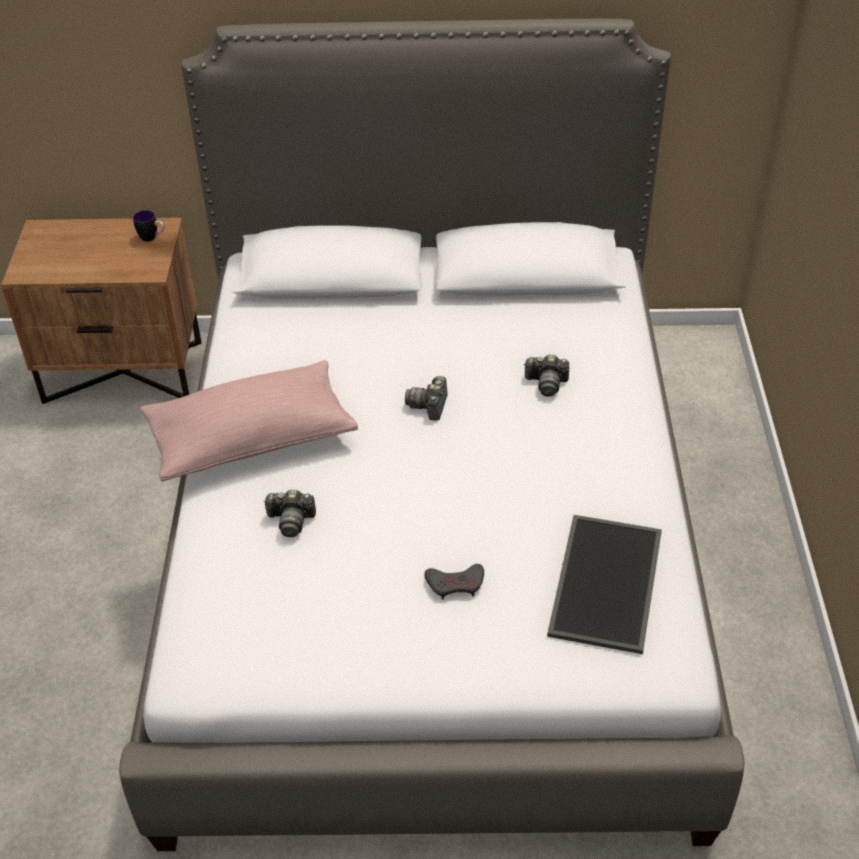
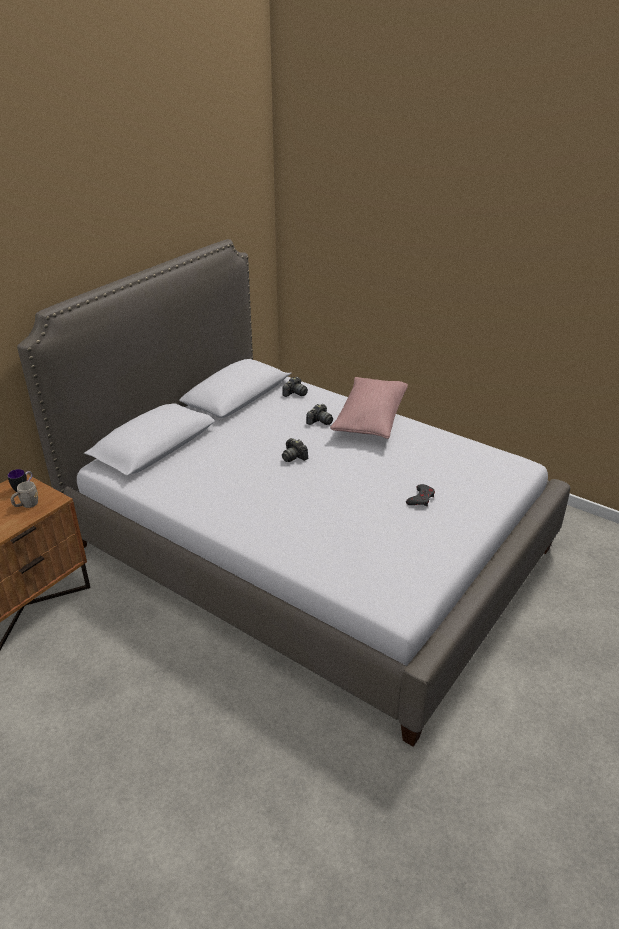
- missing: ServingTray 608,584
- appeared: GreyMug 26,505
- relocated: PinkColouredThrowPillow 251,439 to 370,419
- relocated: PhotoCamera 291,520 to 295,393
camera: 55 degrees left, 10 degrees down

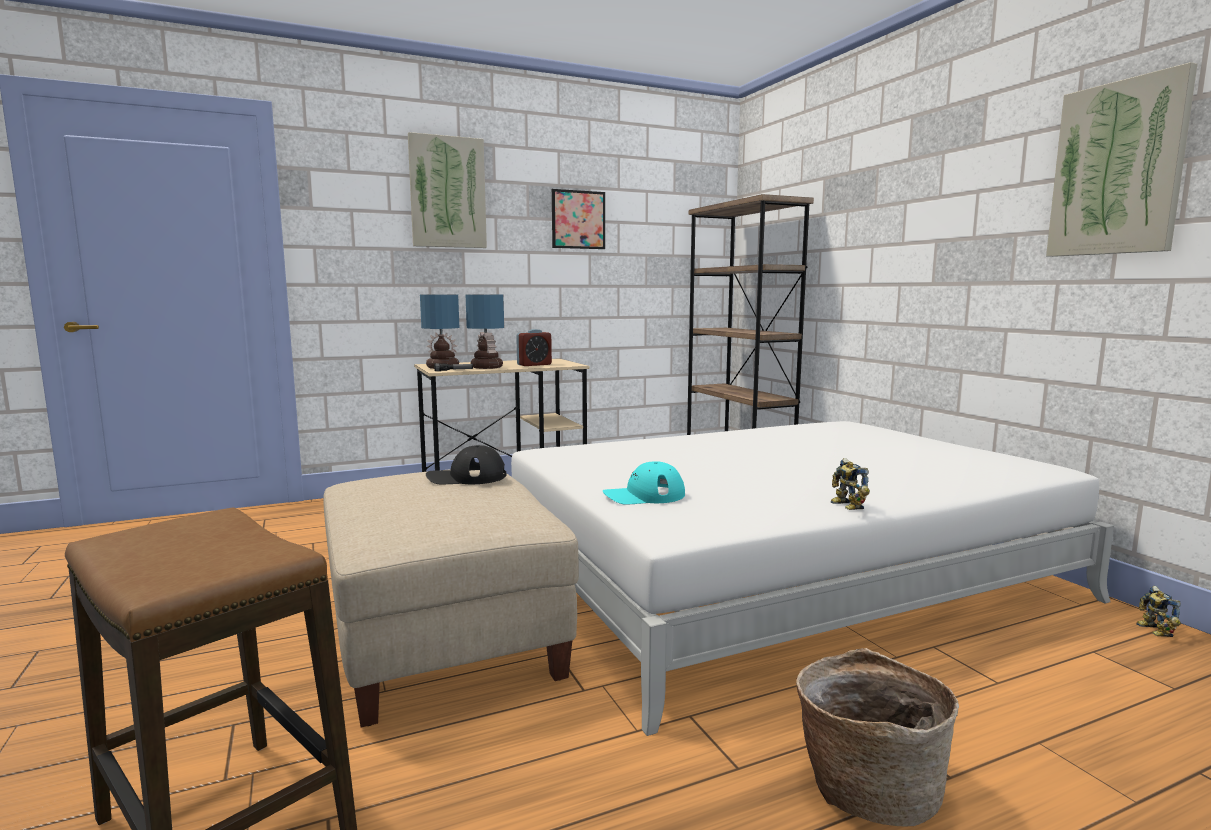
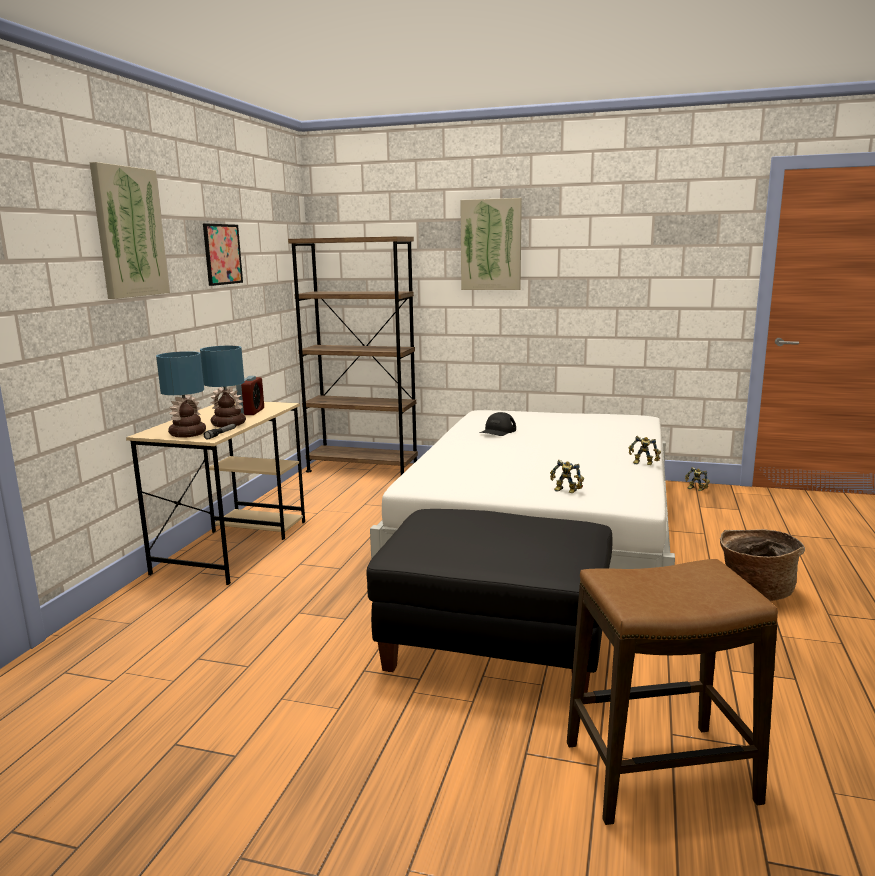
- relocated: BlackPeakedCap 466,477 to 497,431
- relocated: Picture 1117,169 to 491,245
- exchanged: TurquoiseColouredPeakedCap 644,495 to RobotFigure 565,491
- colour: BeigeOttoman 443,641 to BlackOttoman 495,647
camera: 50 degrees left, 5 degrees up

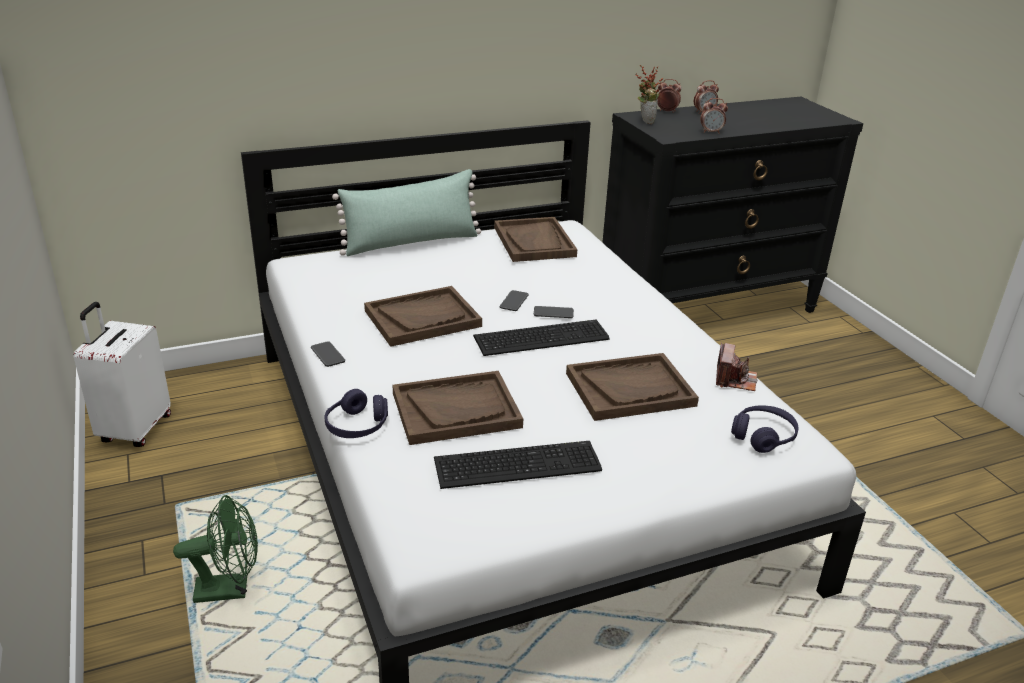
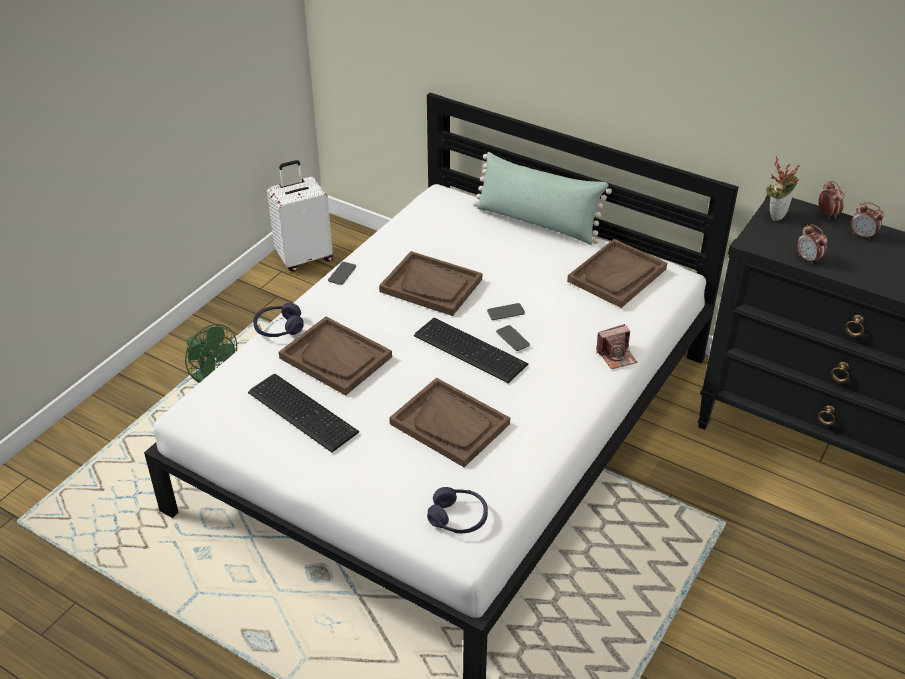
- relocated: PhotoCamera 735,380 to 616,356
camera: 55 degrees right, 10 degrees up

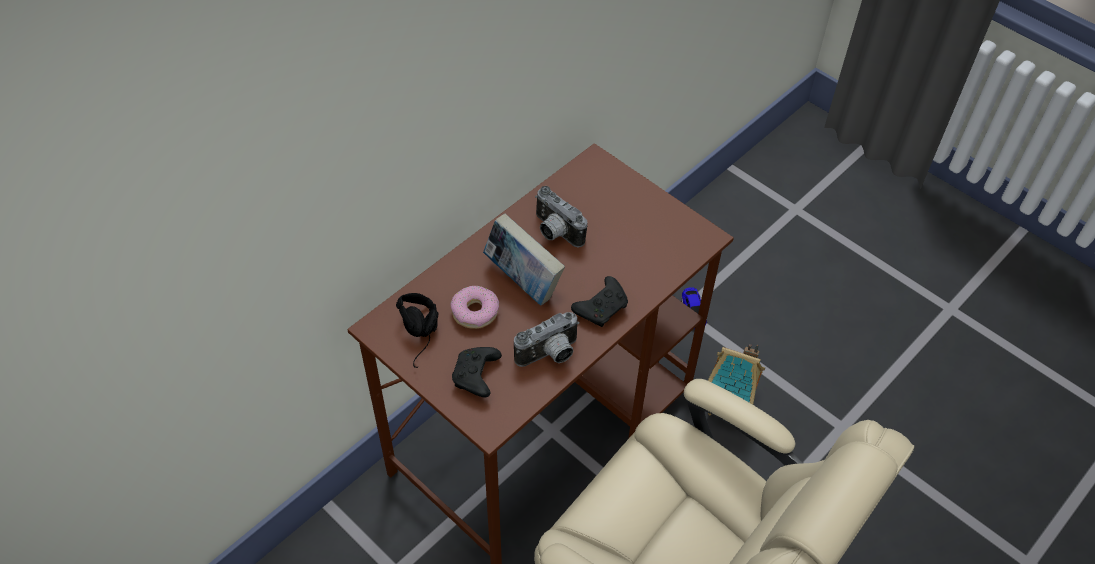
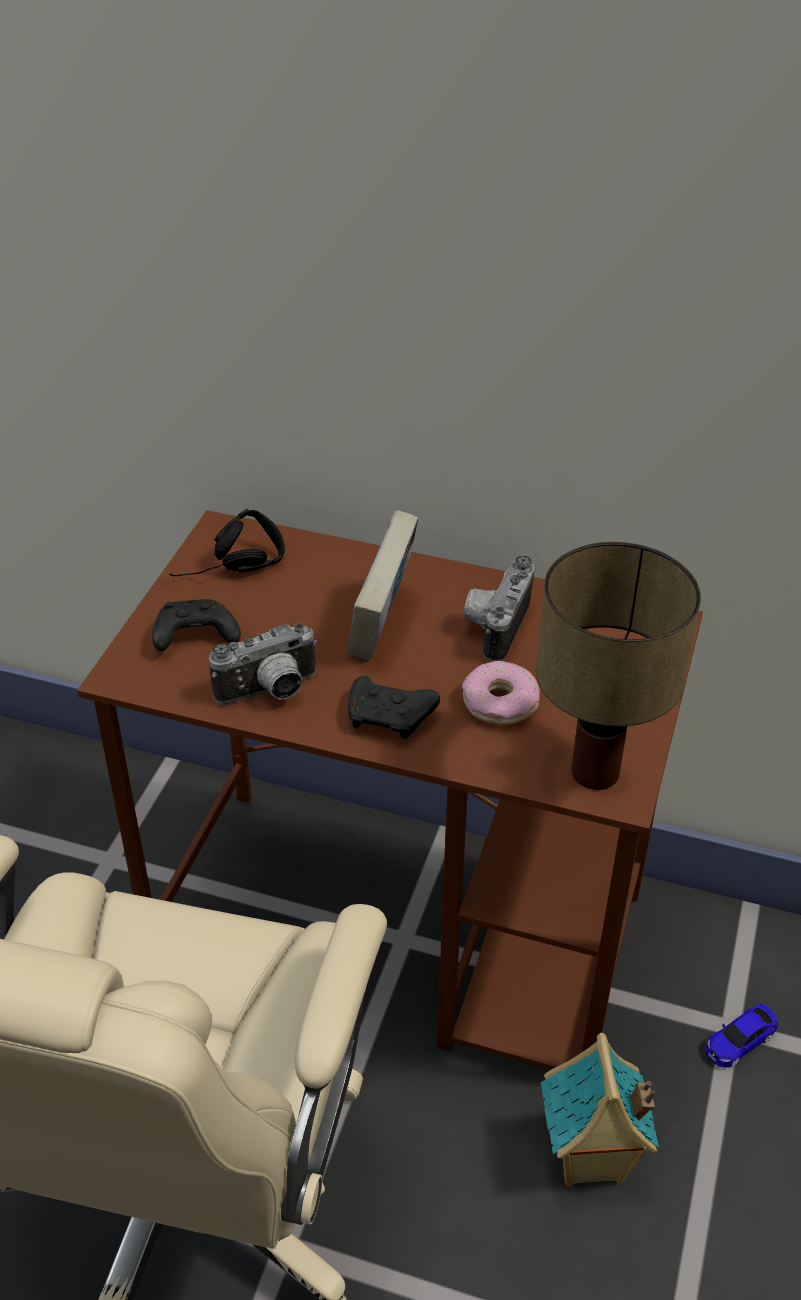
- appeared: LampForATable 597,773
- relocated: Donut 475,311 to 500,702
- spun: PhotoCamera 550,355 = 270,693 60 degrees counterclockwise
camera: 65 degrees right, 10 degrees down

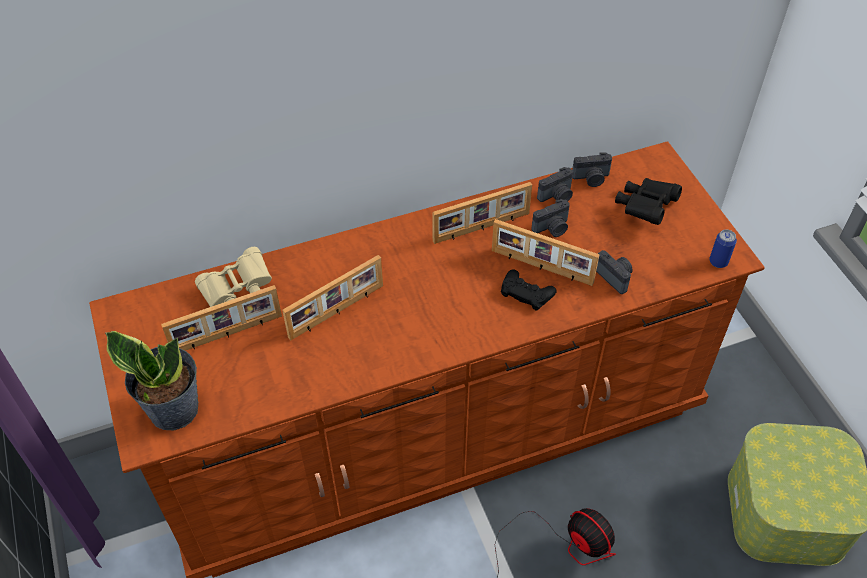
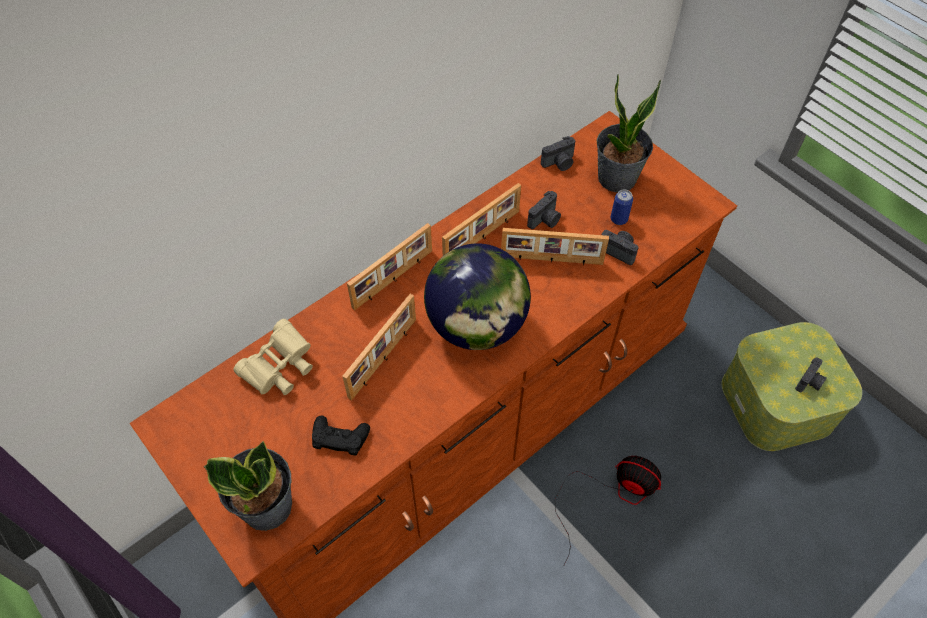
- appeared: Globe 476,326
- relocated: PhotoFrame 228,335 to 393,279
- relocated: BlackGameController 526,293 to 340,437
- relocated: PhotoCamera 557,196 to 810,382
- relocated: MetalCan 718,262 to 619,219
- exchanged: BlackFieldGlasses 645,208 to PlantInAPot 617,178
camera: 20 degrees left, 5 degrees up

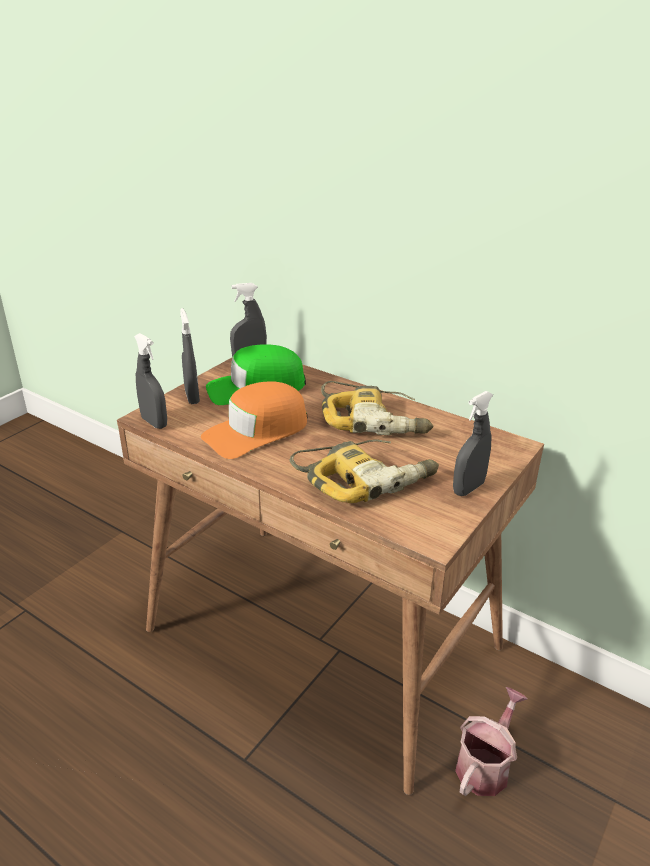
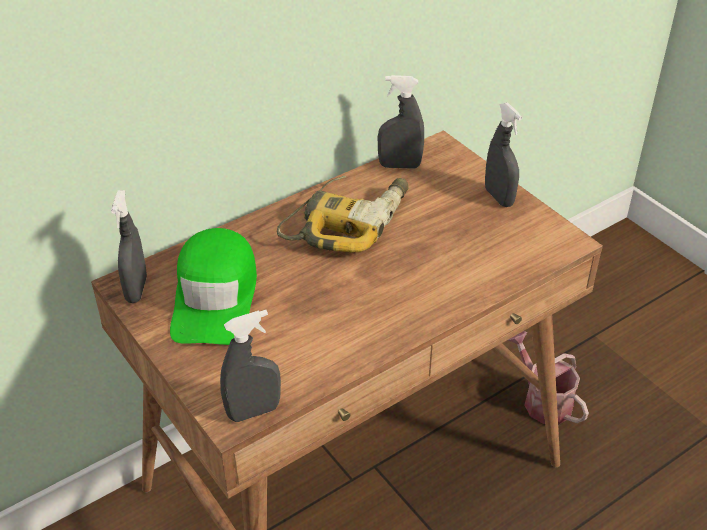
- missing: OrangePeakedCap 257,431
- missing: ElectricDrill 365,478
- relocated: GreyHandSprayer 192,397 to 399,165
camera: 70 degrees left, 10 degrees up

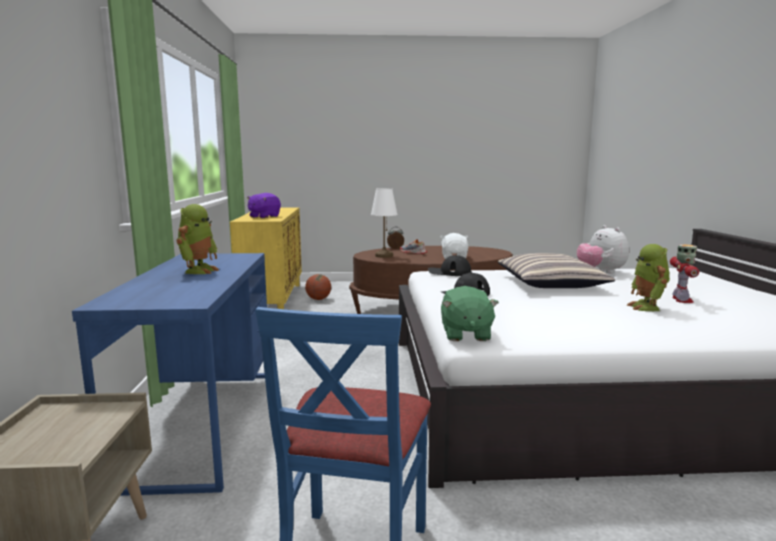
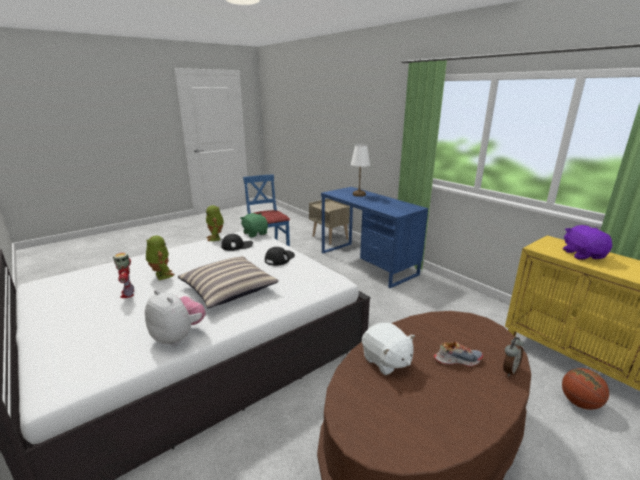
- relocated: RobotFigure 199,271 to 216,238
- relocated: WhiteLampForATable 384,256 to 359,194
- relocated: BlackPeakedCap 449,272 to 237,245
camera: 145 degrees right, 10 degrees up

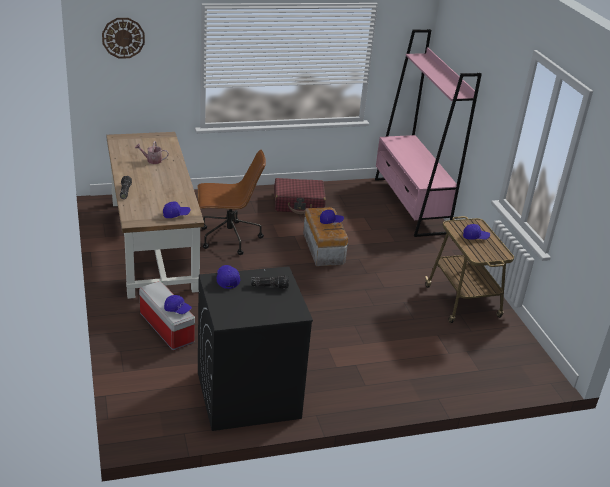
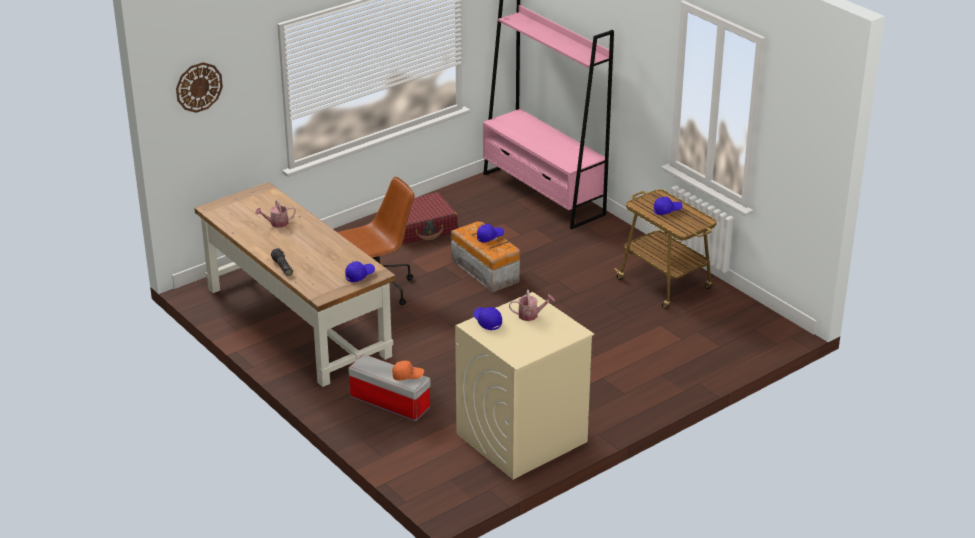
- exchanged: HandTorch 270,286 to WateringCan 531,315
- colour: BlueColouredPeakedCap 177,309 to OrangePeakedCap 408,376
- colour: BlackWashingMachine 247,395 to BeigeWashingMachine 521,438
camera: 20 degrees left, 0 degrees up

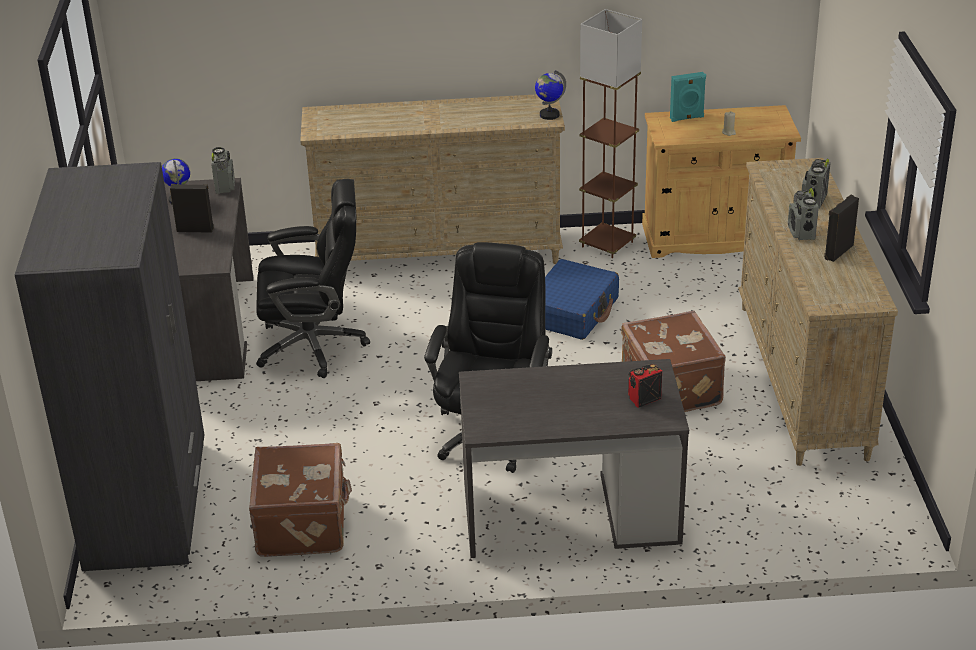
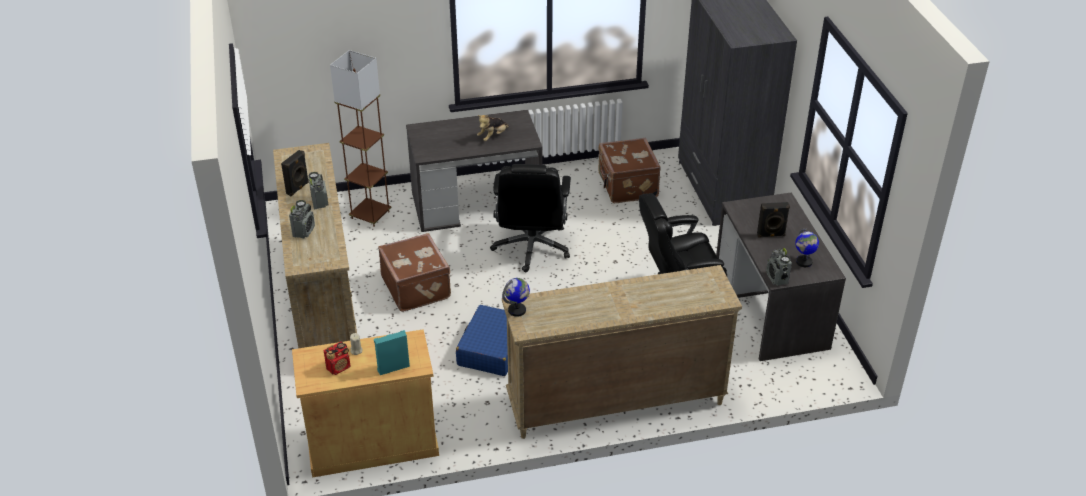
- appeared: PlushToy 493,136
- relocated: BrownFloorLamp 607,244 to 370,215
- relocated: Radio 643,399 to 339,367
camera: 170 degrees right, 5 degrees up

